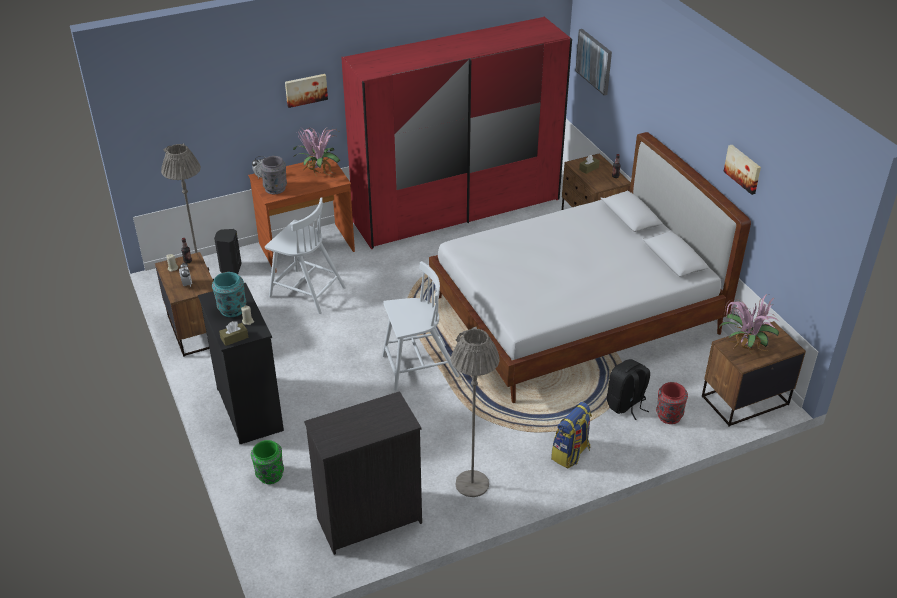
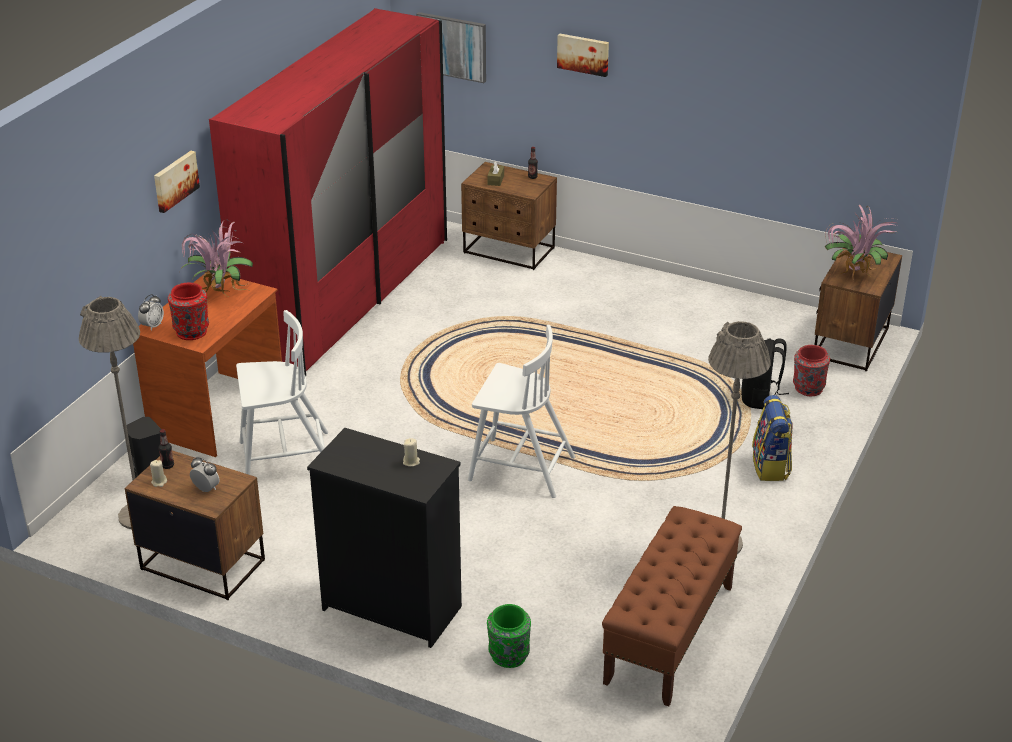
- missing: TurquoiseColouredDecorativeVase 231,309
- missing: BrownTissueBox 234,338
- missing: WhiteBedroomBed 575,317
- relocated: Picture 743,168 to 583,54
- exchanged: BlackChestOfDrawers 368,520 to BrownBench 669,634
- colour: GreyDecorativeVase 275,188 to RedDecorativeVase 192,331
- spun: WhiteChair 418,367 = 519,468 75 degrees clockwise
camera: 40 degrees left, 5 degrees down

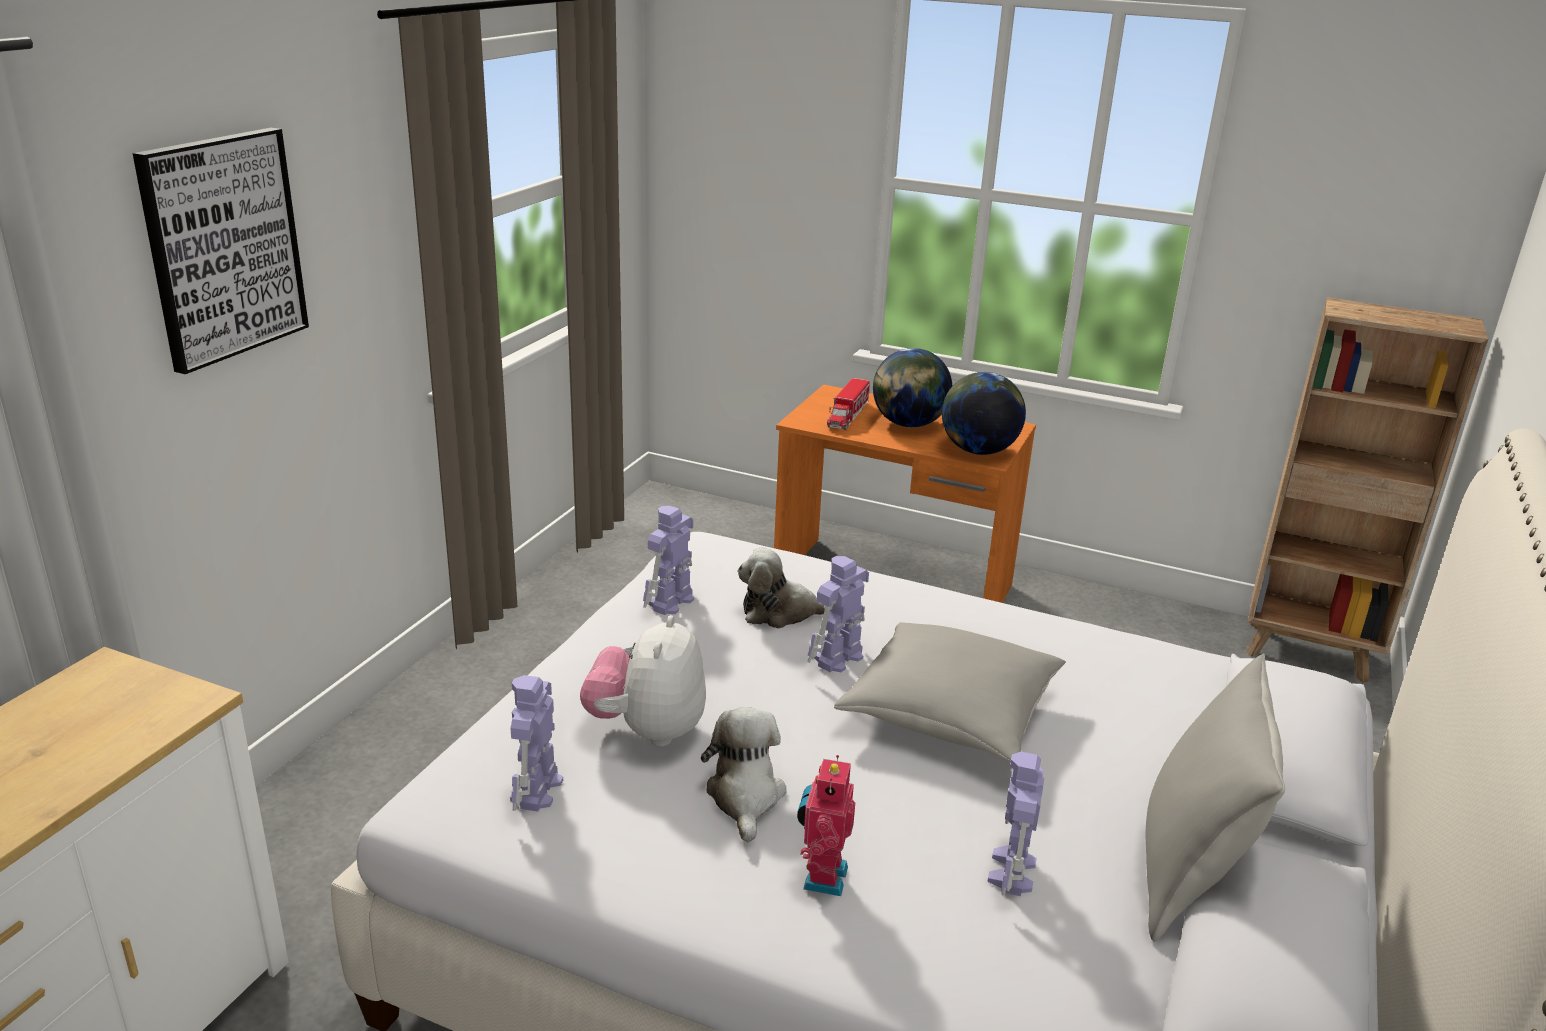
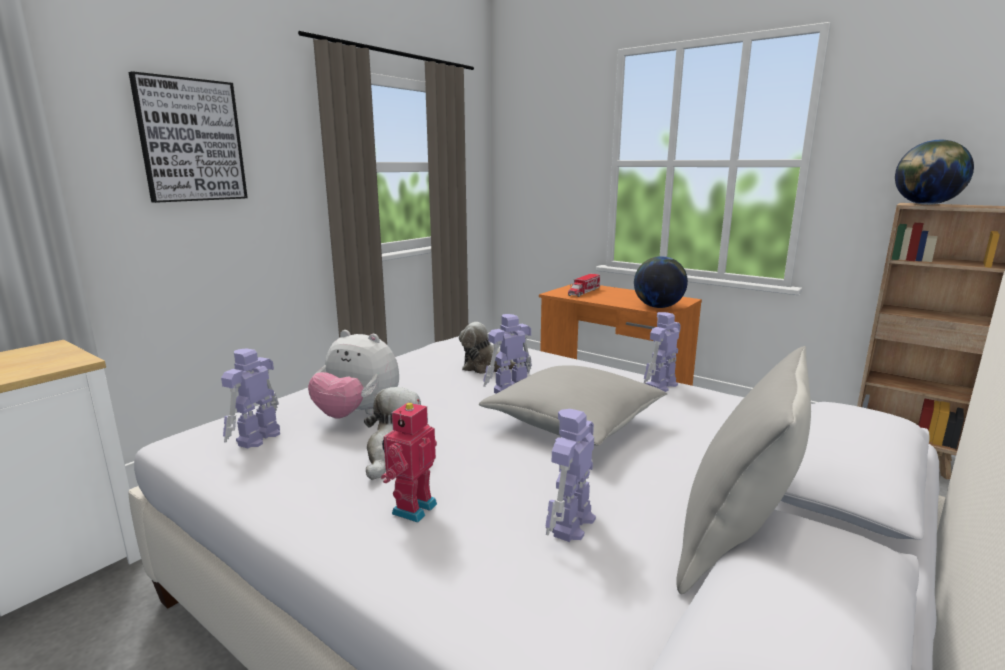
- relocated: RobotFigure 670,603 to 660,385
- relocated: Globe 908,424 to 926,204
- spun: PlushToy 647,730 = 357,415 90 degrees counterclockwise
camera: 15 degrees right, 10 degrees down

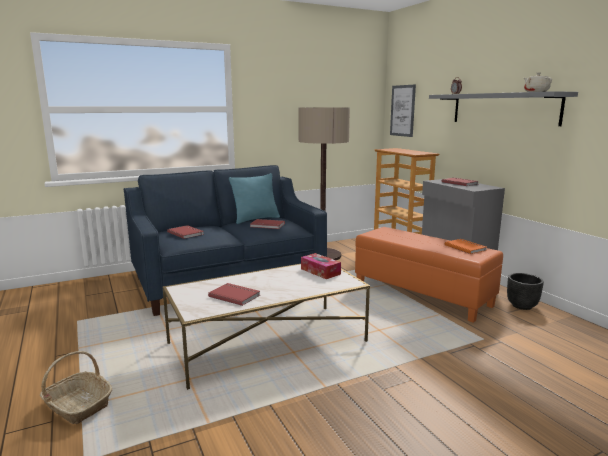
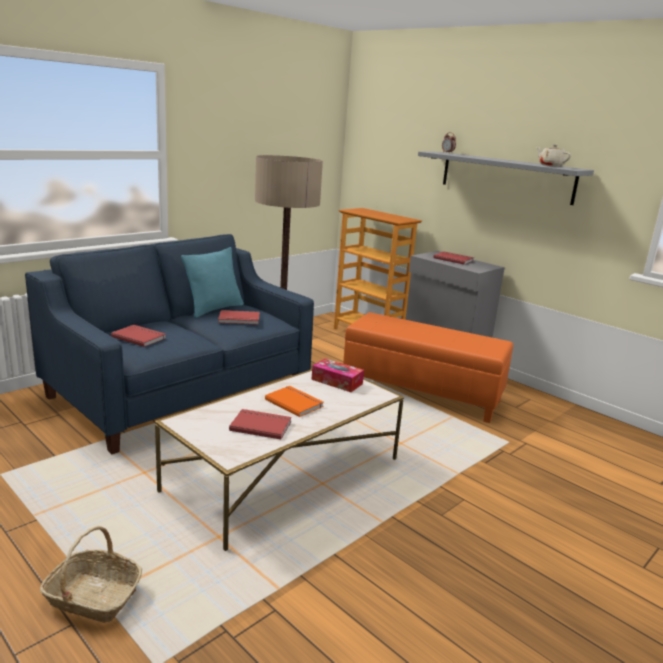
- missing: Picture 402,110
- missing: BlackPlantPot 521,306
- relocated: OrangeBook 466,247 to 295,402
camera: 20 degrees left, 5 degrees up

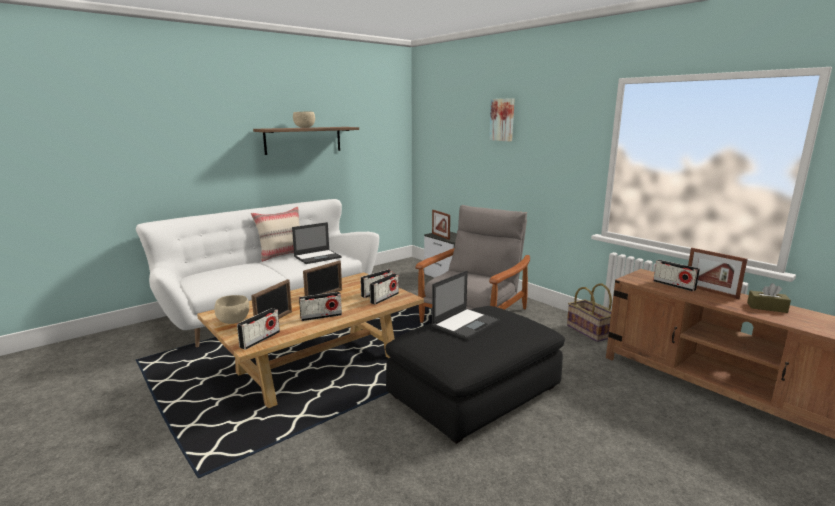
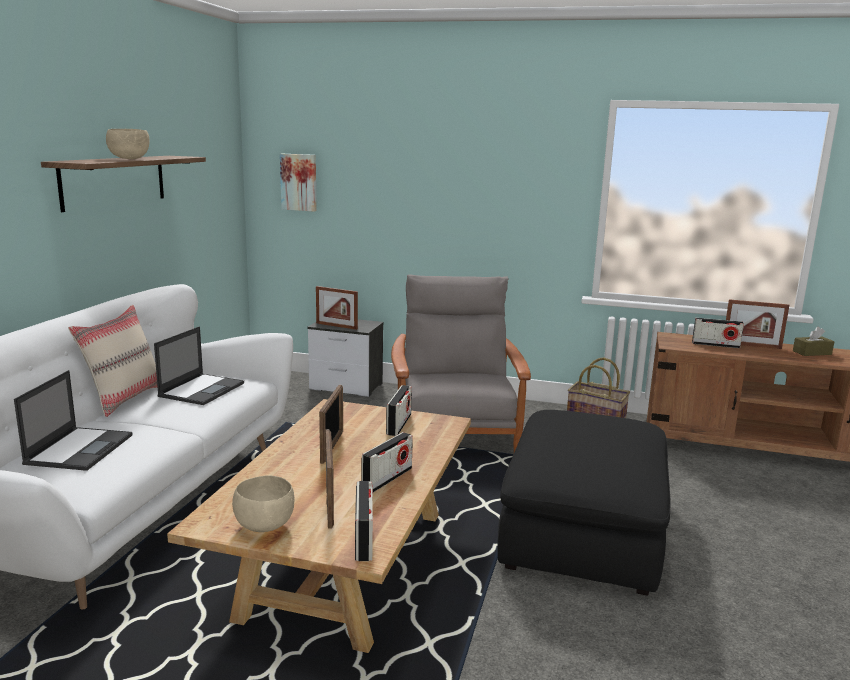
- missing: Radio 384,298
- relocated: Laptop 466,323 to 80,448
- relocated: Picture 502,120 to 299,182
camera: 35 degrees left, 0 degrees up

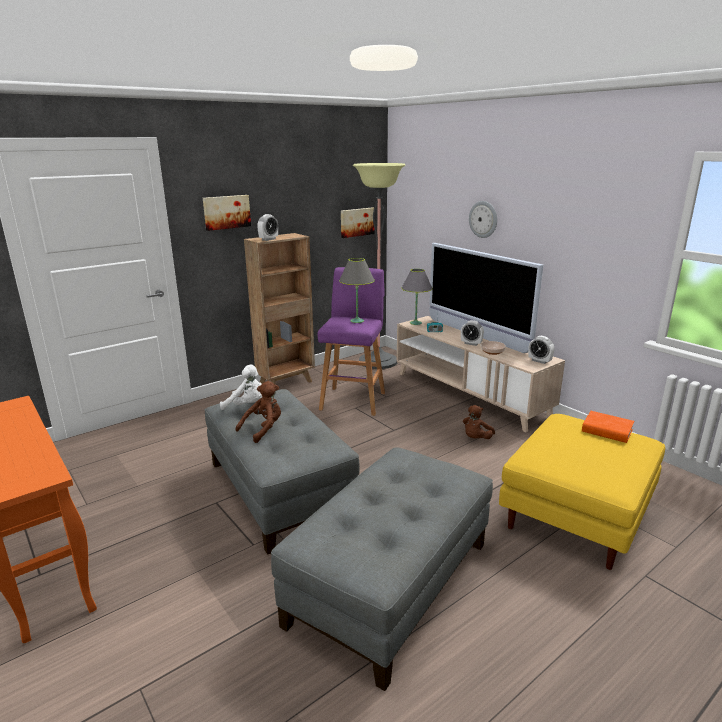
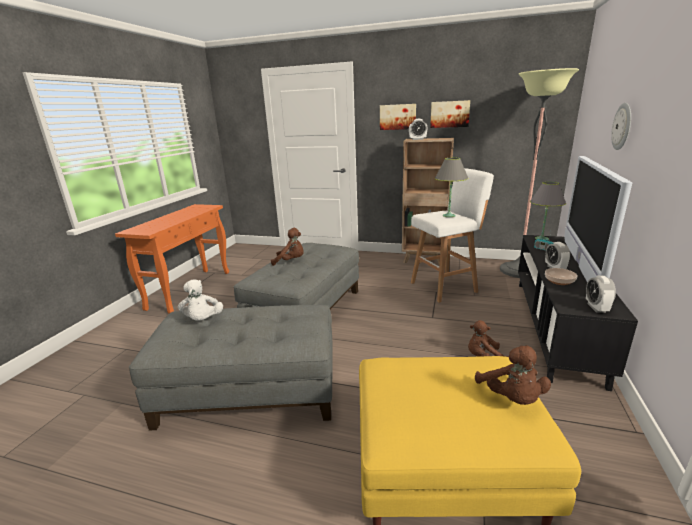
- relocated: WhitePlushToy 247,405 to 203,320
- relocated: Picture 356,222 to 449,114
- exchanged: OrangeBook 607,431 to BrownPlushToy 511,398
- colour: PurpleColouredStoolSeat 353,400 to WhiteStoolSeat 445,287
- colour: BeigeTvStand 469,394 to BlackTvStand 554,326
camera: 55 degrees right, 0 degrees up

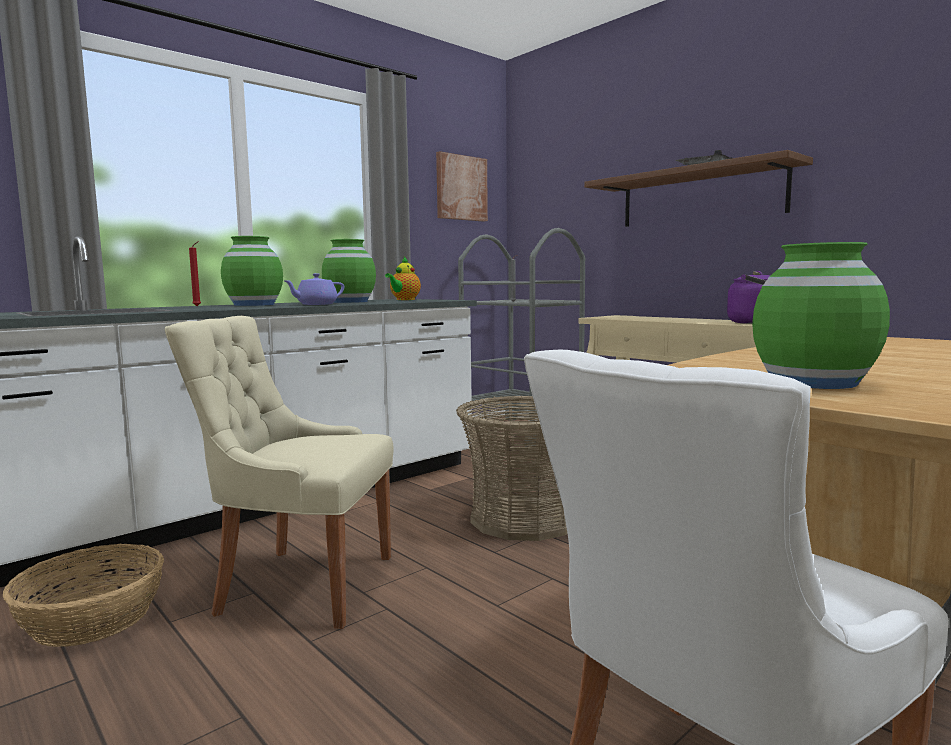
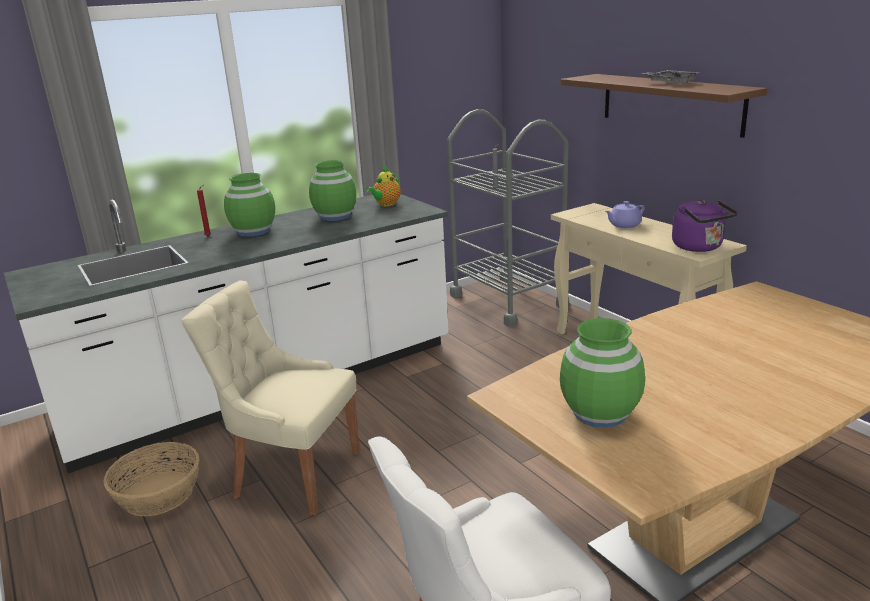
- missing: Picture 461,188
- missing: StorageBasket 524,518
- relocated: PurpleColouredTeapot 316,304 to 624,225
camera: 10 degrees right, 15 degrees up

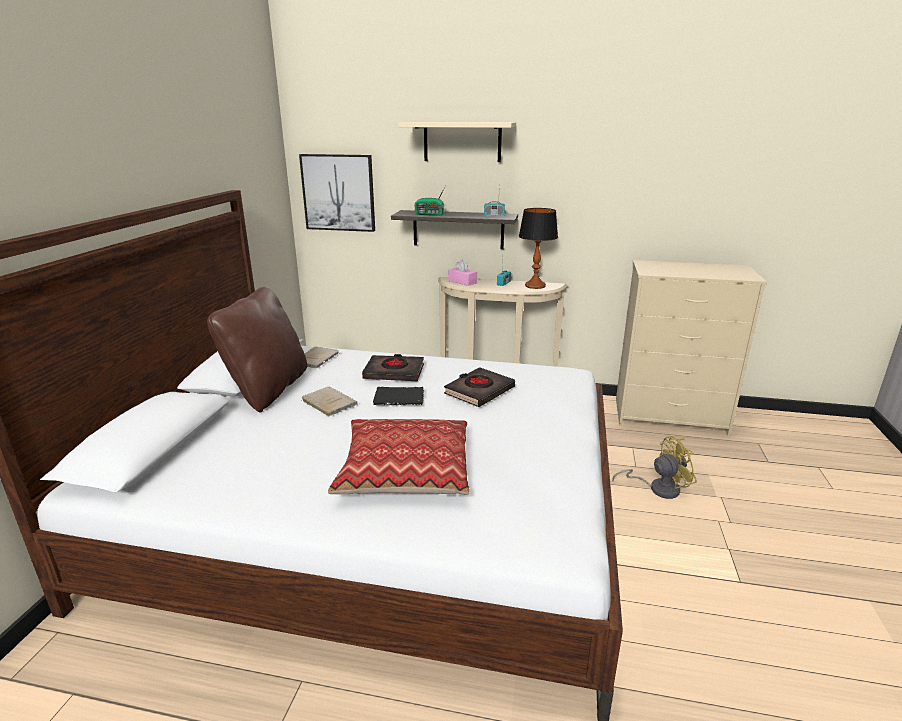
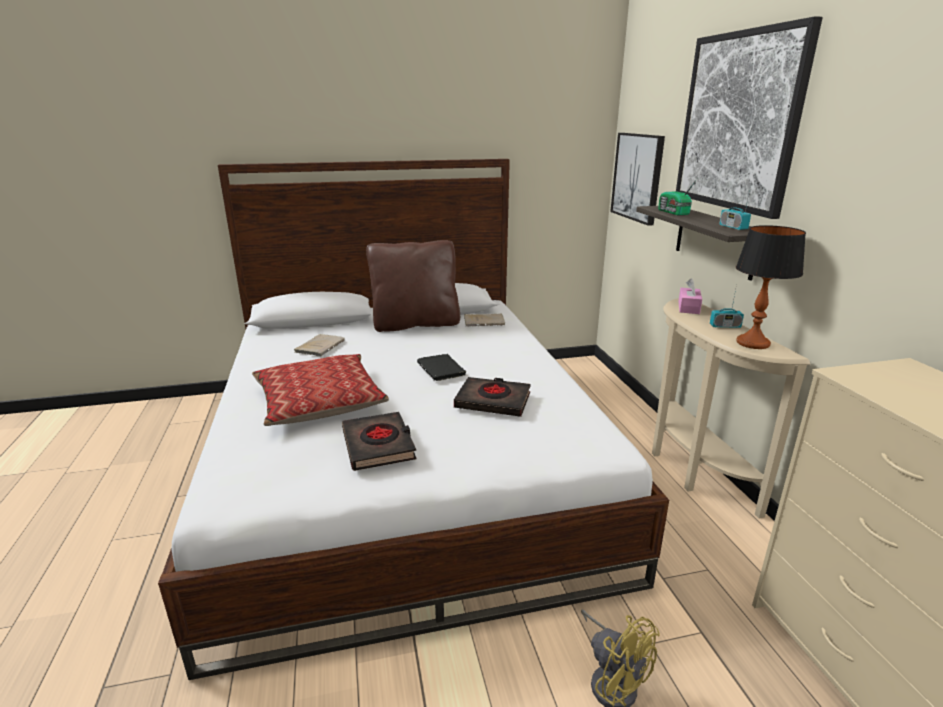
- relocated: BeigeBook 328,402 to 321,346
- relocated: BlackBook 394,372 to 379,445
- exchanged: BeigeWallShelf 462,142 to Picture 738,122
camera: 65 degrees right, 0 degrees up

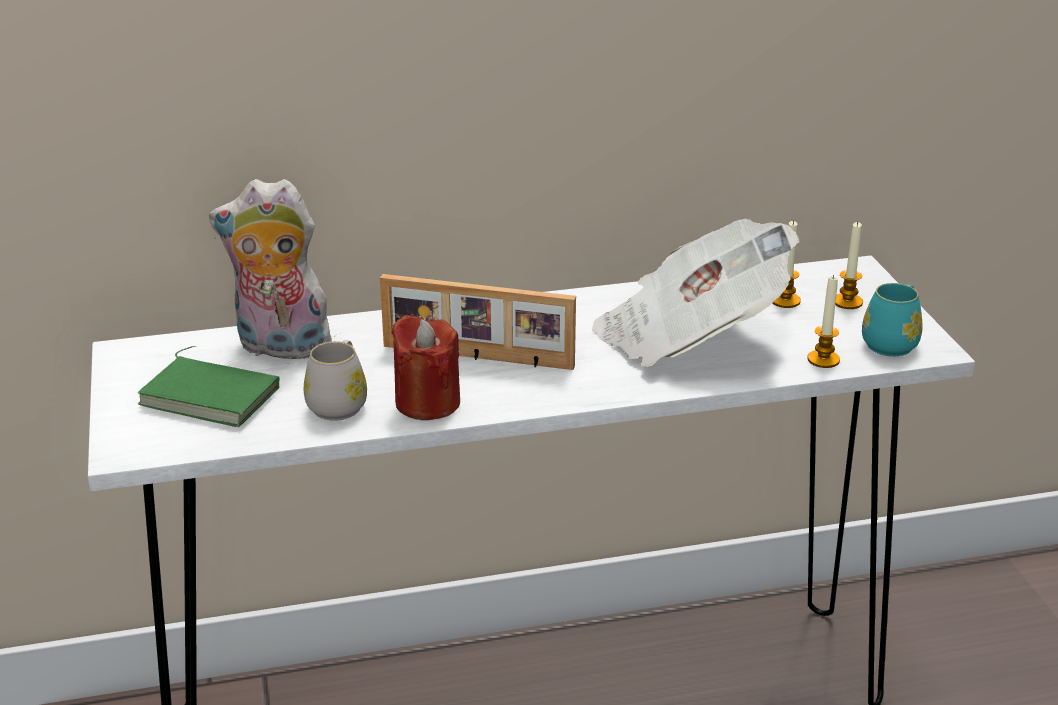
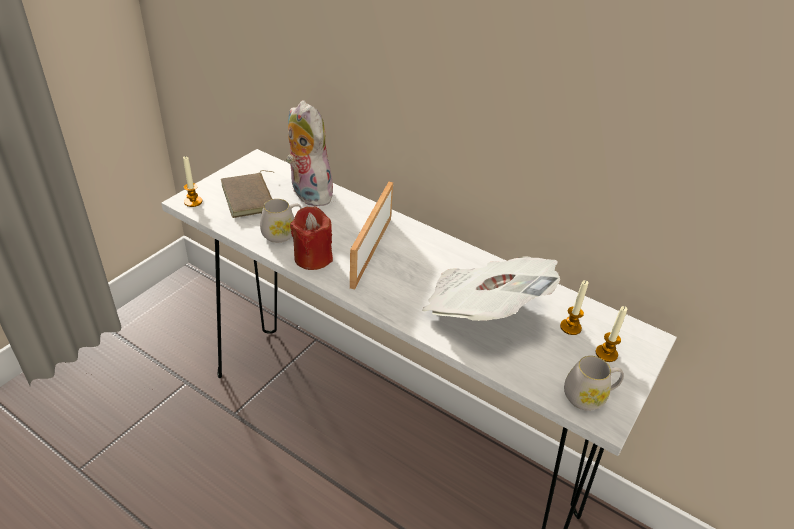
- relocated: WaxCandle 823,360 to 193,202
- colour: GreenishBook 213,395 to BrownBook 250,198
- colour: TurquoiseColouredMug 892,342 to WhiteMug 589,396
- spun: PhotoFrame 477,357 = 369,251 45 degrees clockwise
camera: 45 degrees right, 10 degrees up

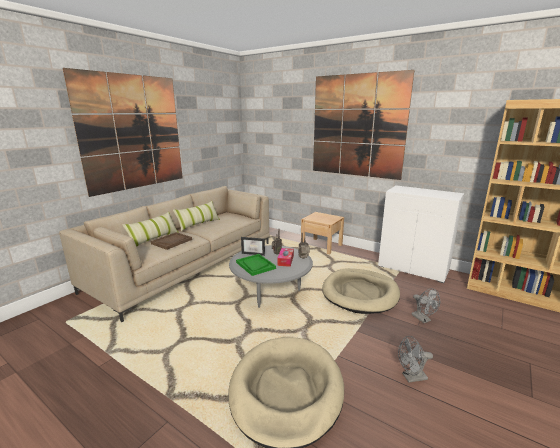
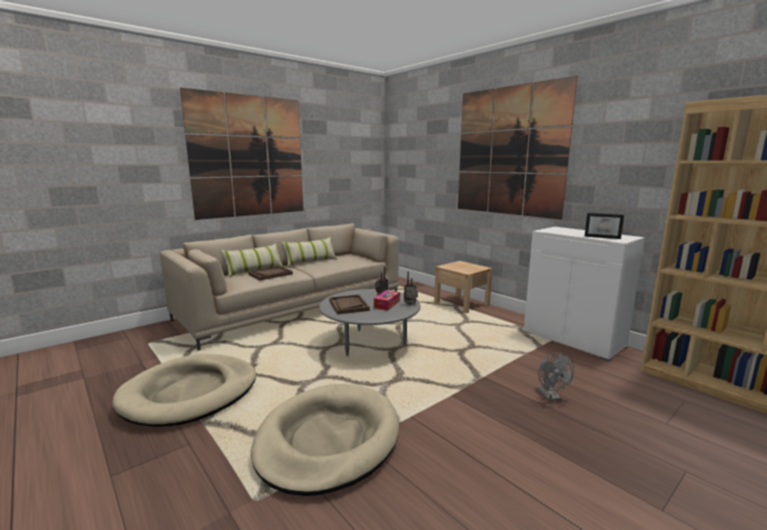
- missing: GreyFan 411,377
- relocated: PhotoFrame 254,253 to 603,237
- relocated: BeigeDogCushion 360,293 to 190,393
- colour: GreenishServingTray 255,265 to BrownServingTray 348,305
camera: 15 degrees right, 5 degrees down

